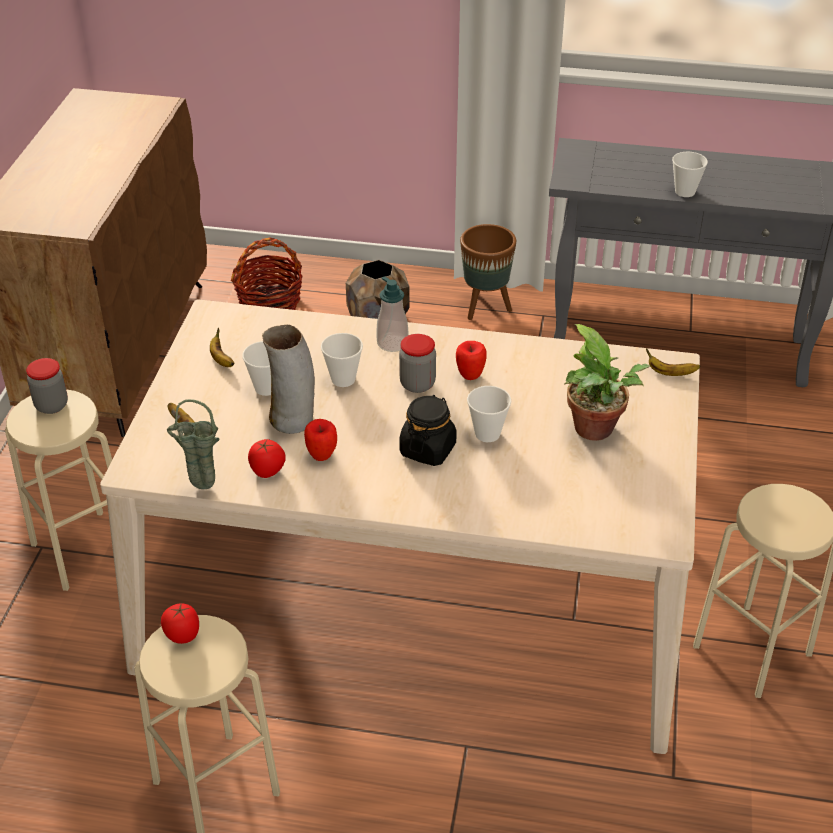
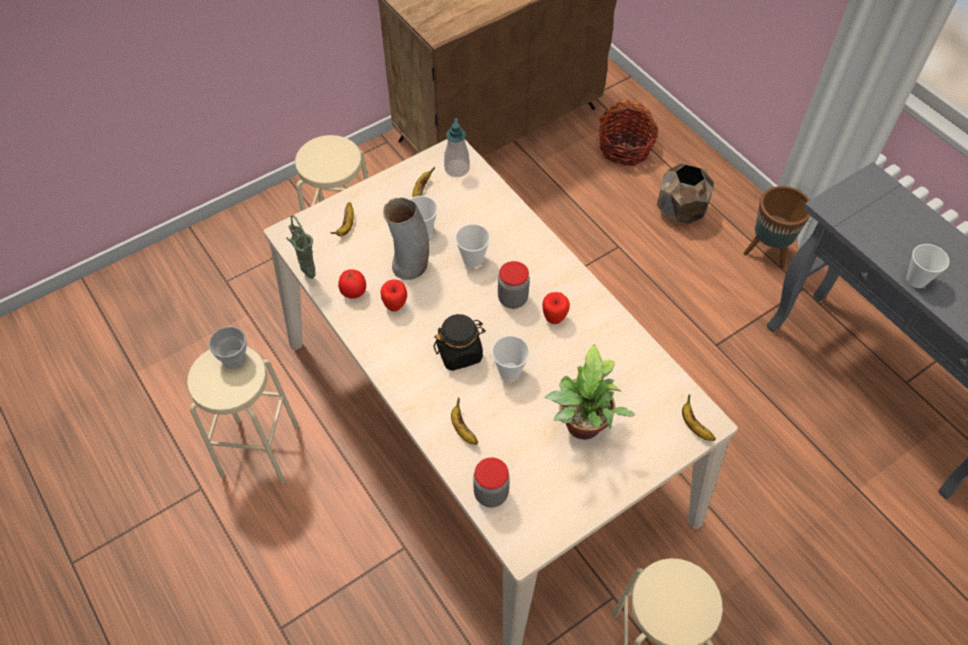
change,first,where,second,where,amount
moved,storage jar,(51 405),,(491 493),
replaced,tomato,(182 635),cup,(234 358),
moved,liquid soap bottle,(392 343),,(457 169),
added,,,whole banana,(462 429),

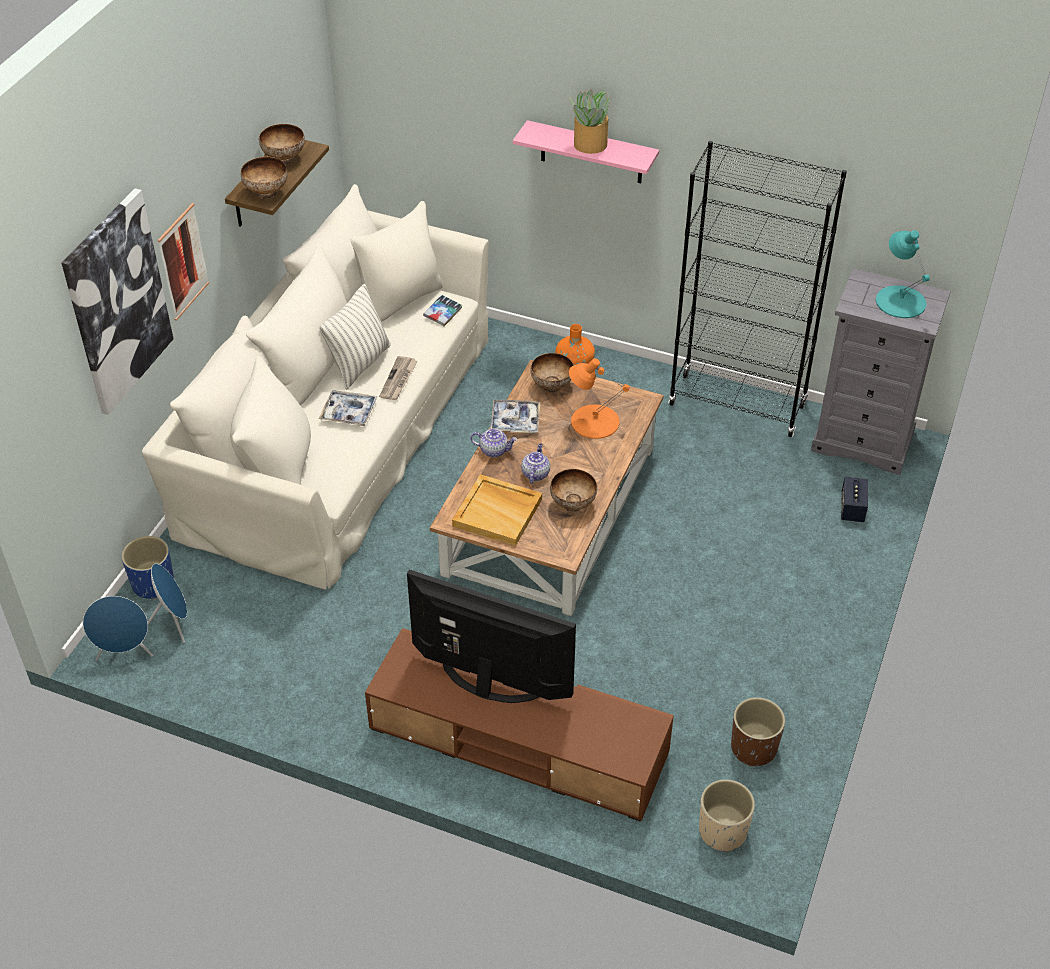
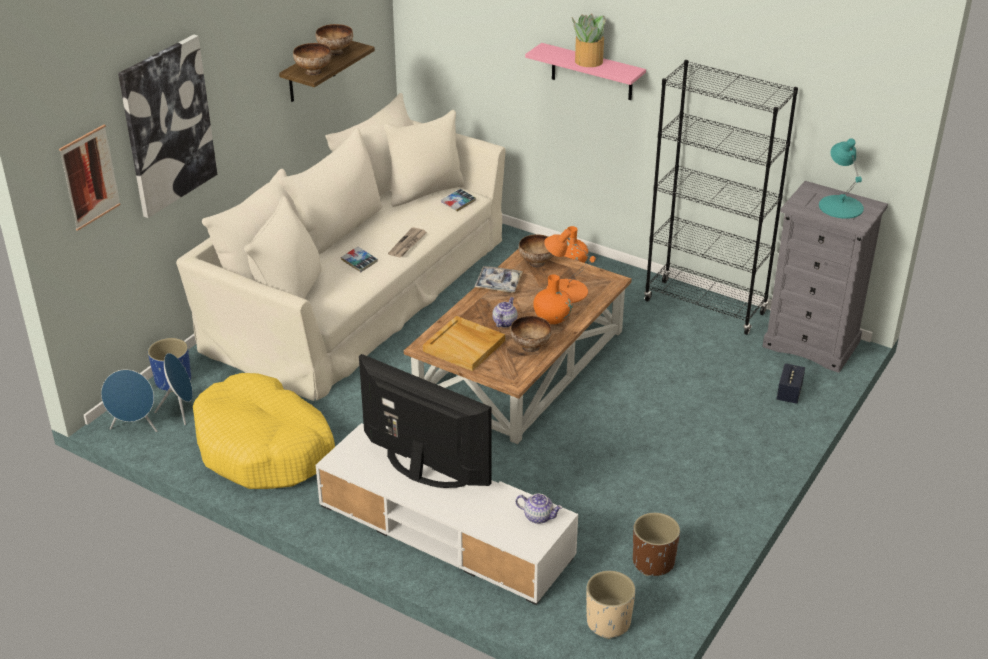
change,first,where,second,where,amount
moved,wall picture,(183 262),,(90 177),
replaced,carrying tray,(349 412),bound book,(359 262),
removed,pillow,(359 363),,,
recoloured,tv stand (brown-coloured),(518 741),tv stand (white-coloured),(445 530),
moved,tea pot,(494 450),,(539 516),
added,,,pet bed (yellow-coloured),(264 448),
added,,,vase (orangey),(552 318),

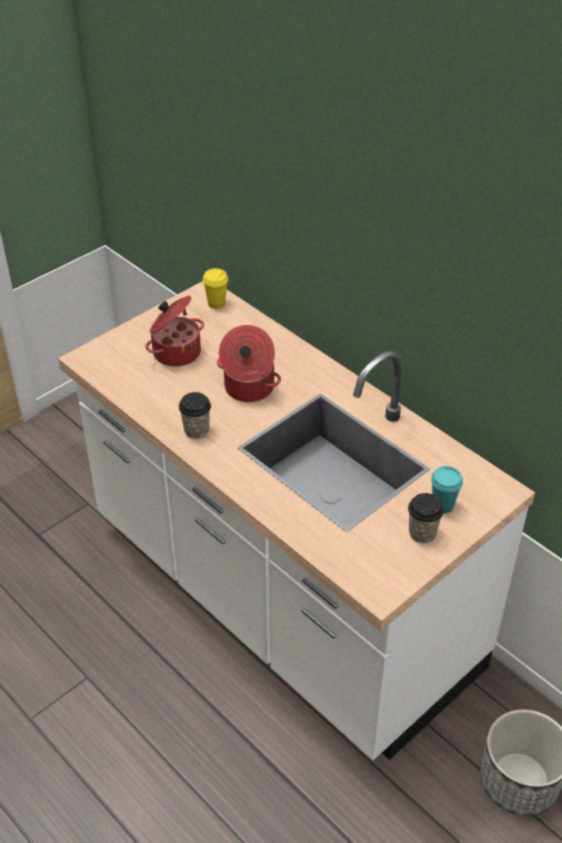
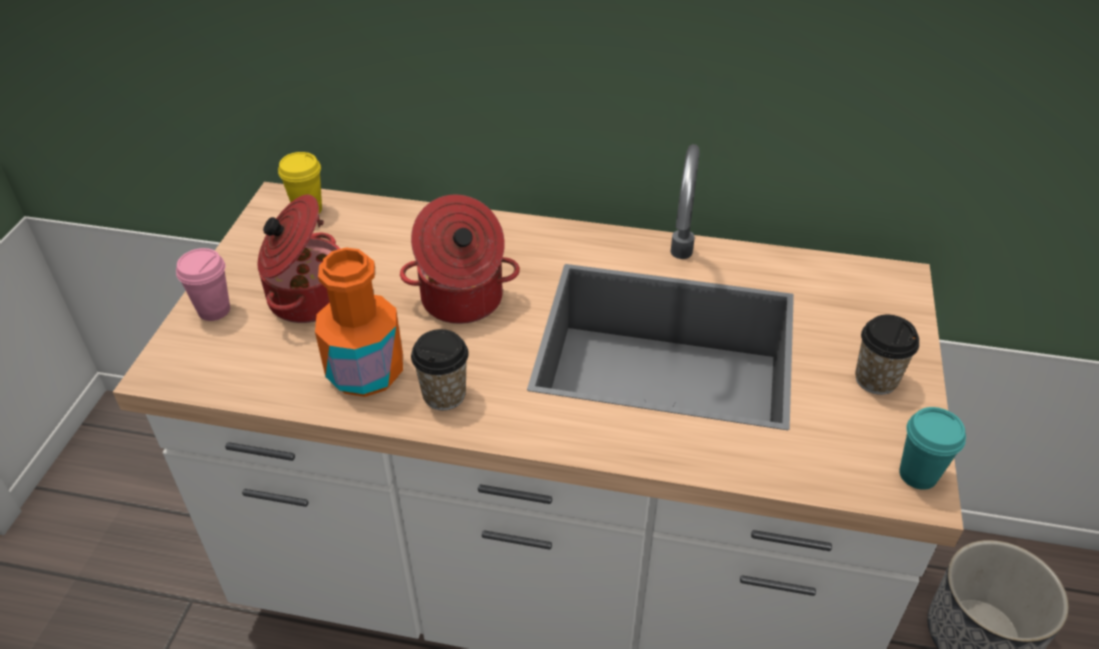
change,first,where,second,where,amount
moved,cup (turquoise-coloured),(443 505),,(918 474),
added,,,cup (pink),(214 310),
added,,,bottle (orangey),(365 371),

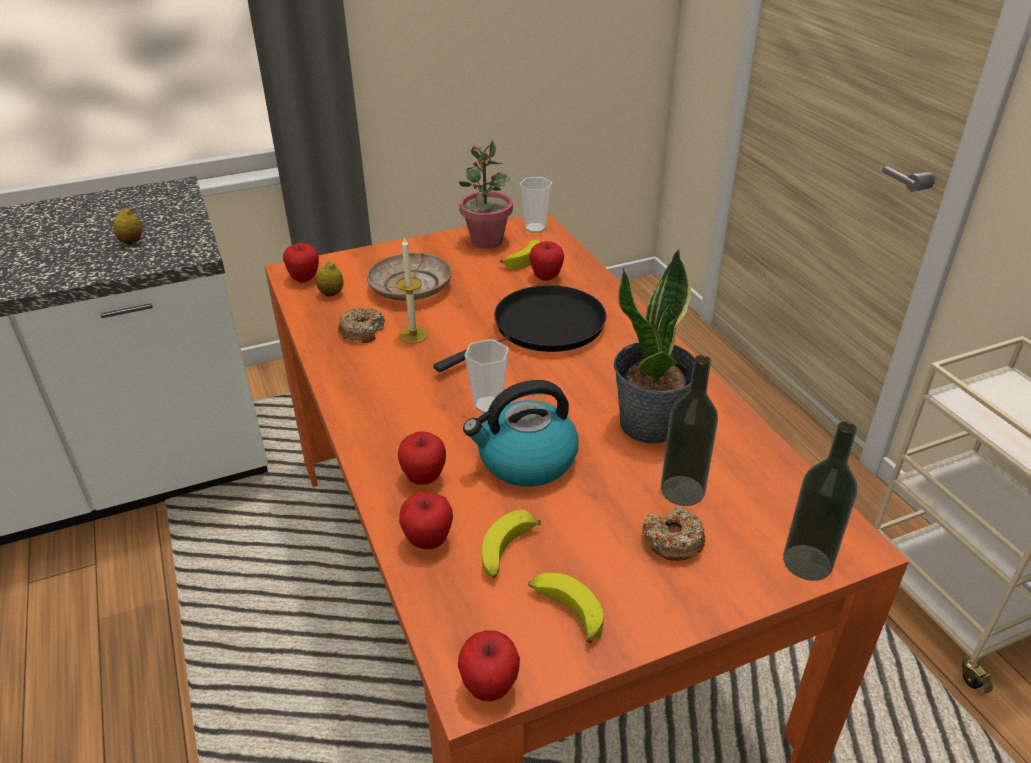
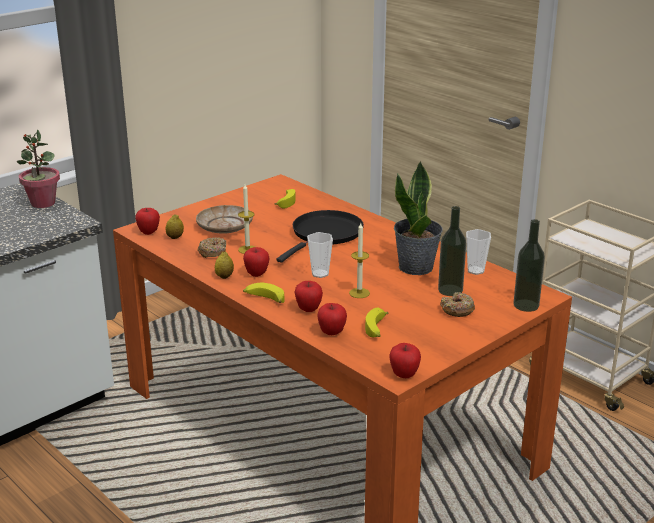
change,first,where,second,where,amount
moved,citrus fruit,(131 242),,(224 276),
moved,plant in a pot,(486 241),,(43 203),
replaced,kettle,(525 460),candle,(359 293),
moved,cup,(535 228),,(475 270),
moved,whole banana,(565 611),,(264 299),
moved,whole apple,(546 277),,(257 274),

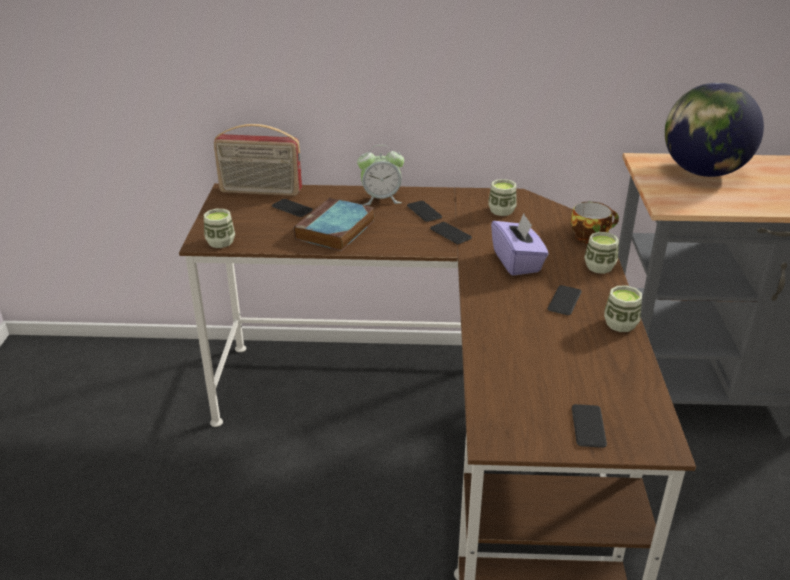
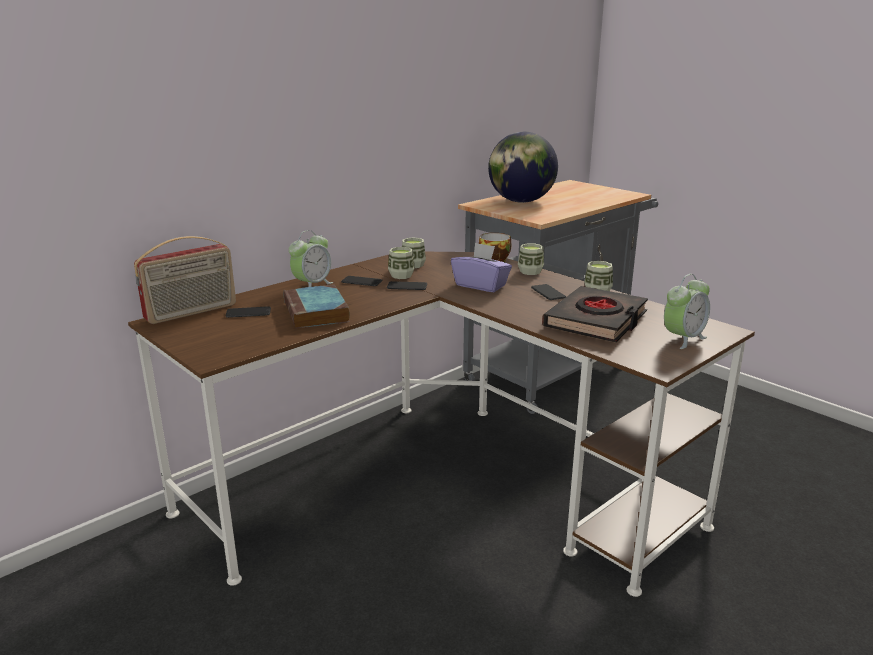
change,first,where,second,where,amount
moved,cup,(220 242),,(401 275),
replaced,telephone,(588 426),alarm clock,(683 339),
added,,,bound book (black),(596 321),

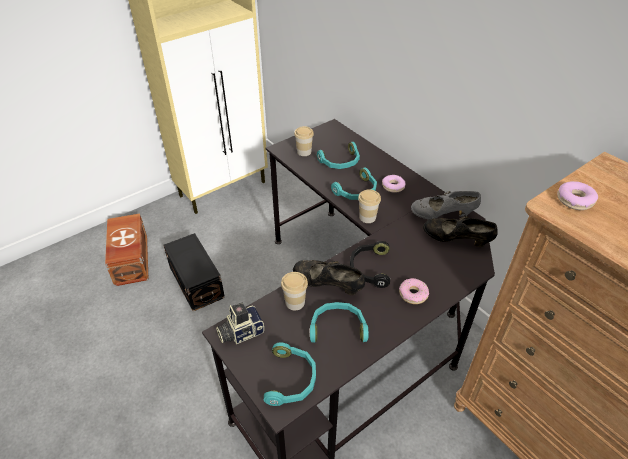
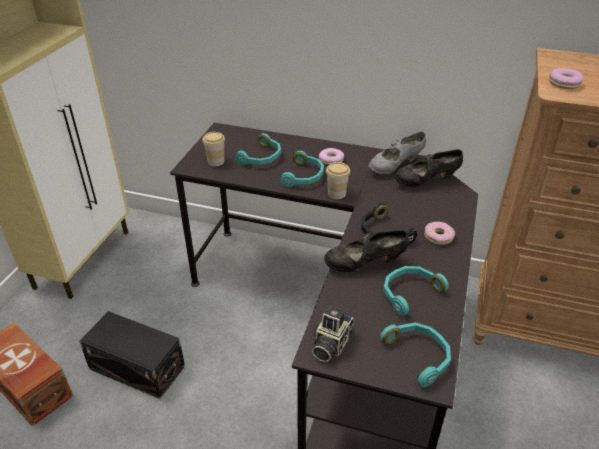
change,first,where,second,where,amount
removed,cup,(295 302),,,

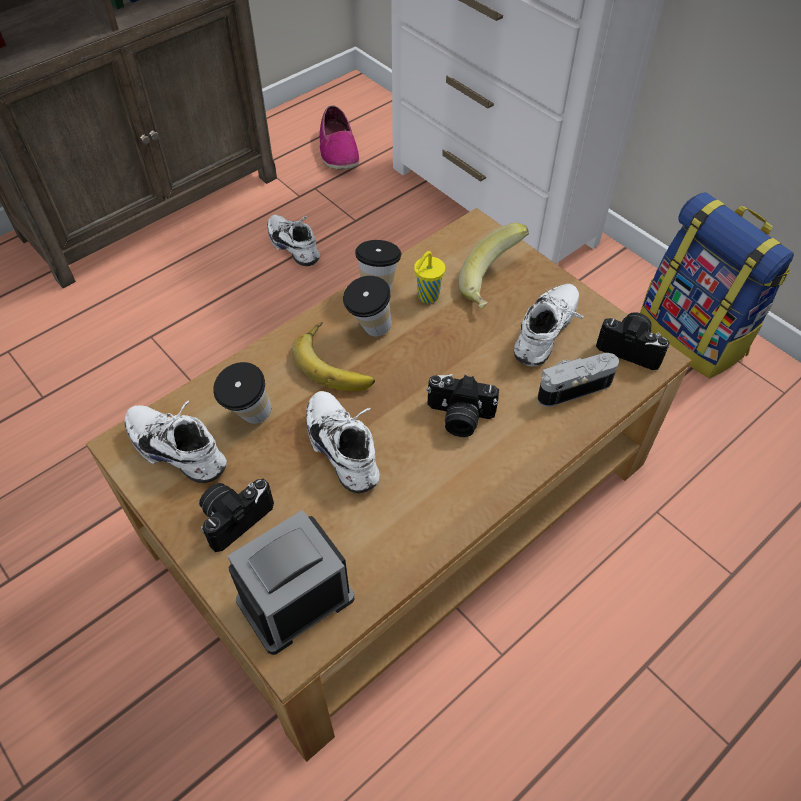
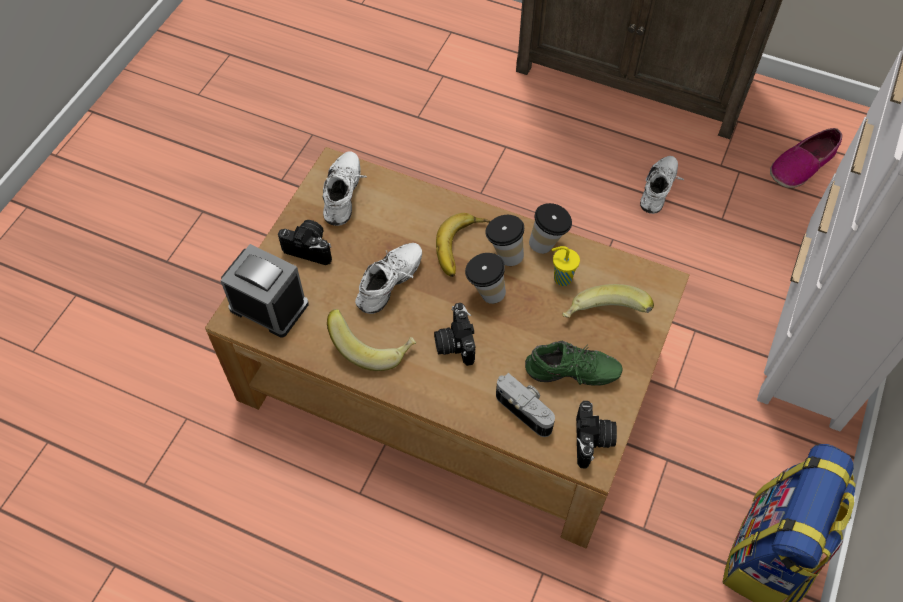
change,first,where,second,where,amount
moved,cup,(249 419),,(485 293),
recoloured,item of footwear (white-coloured),(548 335),item of footwear (greenish),(571 375),
added,,,whole banana,(373 346),

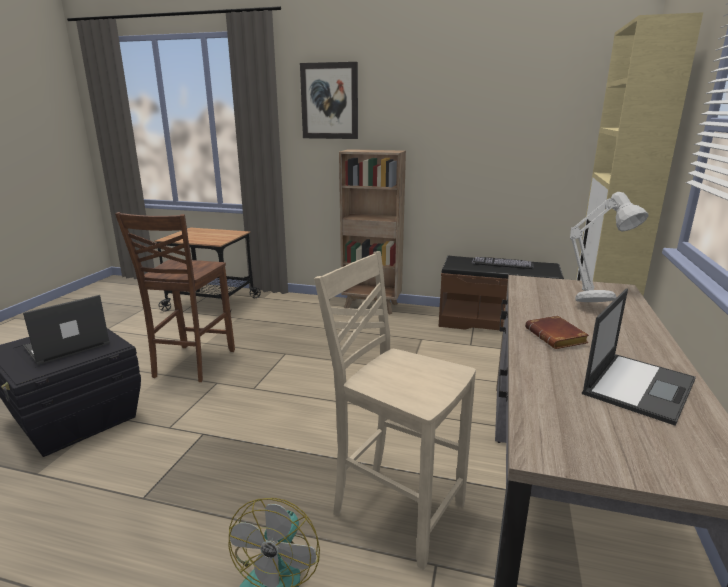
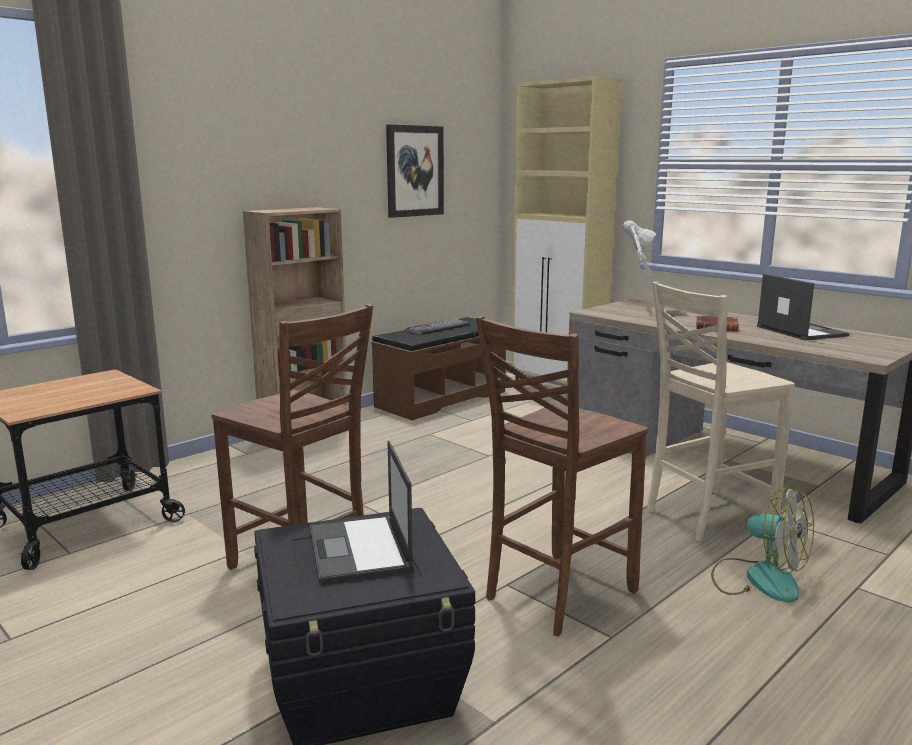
change,first,where,second,where,amount
moved,wall picture,(329 101),,(414 171),
added,,,plain chair (brown-coloured),(556 594),

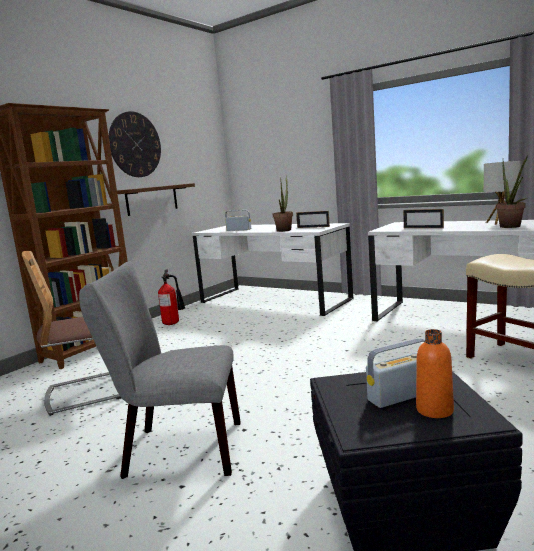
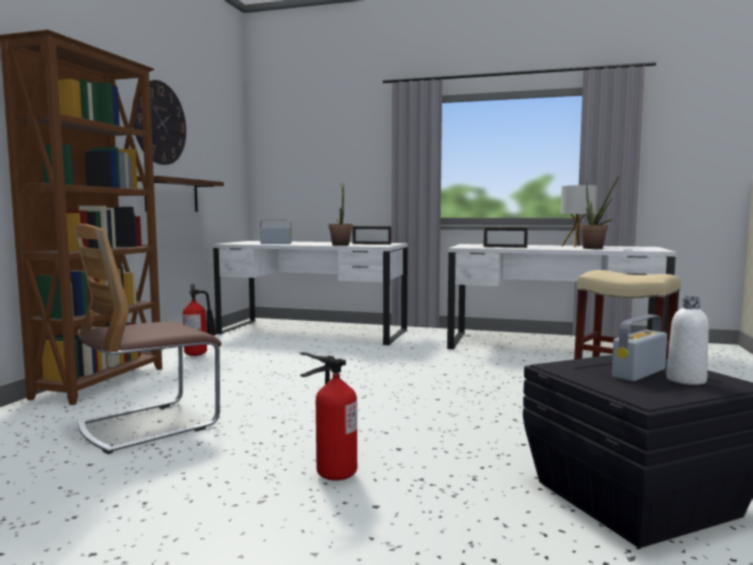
change,first,where,second,where,amount
replaced,plain chair (grey),(176 450),extinguisher,(332 474),
recoloured,bottle (orangey),(434 410),bottle (white-coloured),(686 380),

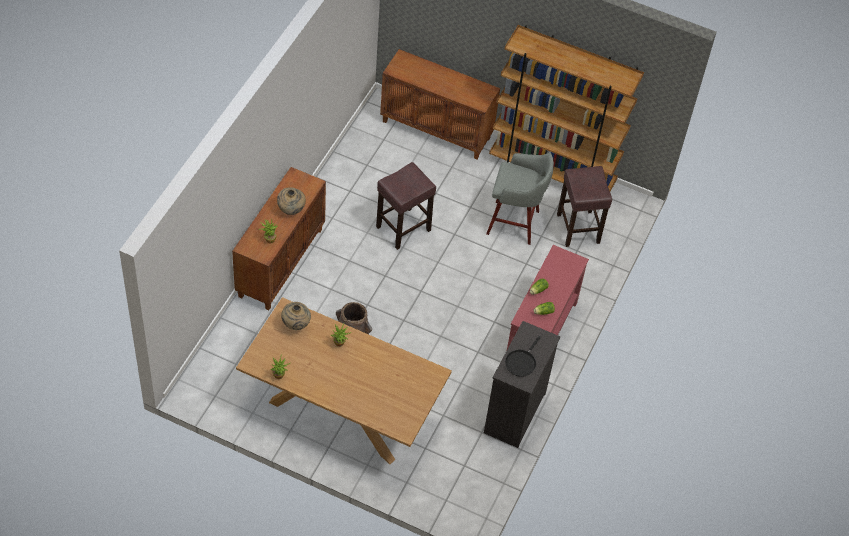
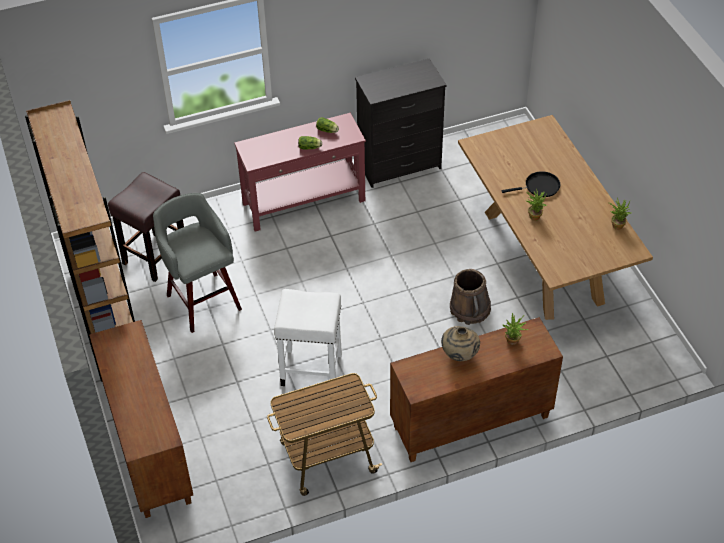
change,first,where,second,where,amount
removed,vase (beige),(296 324),,,
recoloured,stool (brown-coloured),(402 229),stool (white-coloured),(312 369),
moved,pan (black),(521 362),,(539 187),
added,,,wheeled cart,(326 458),

